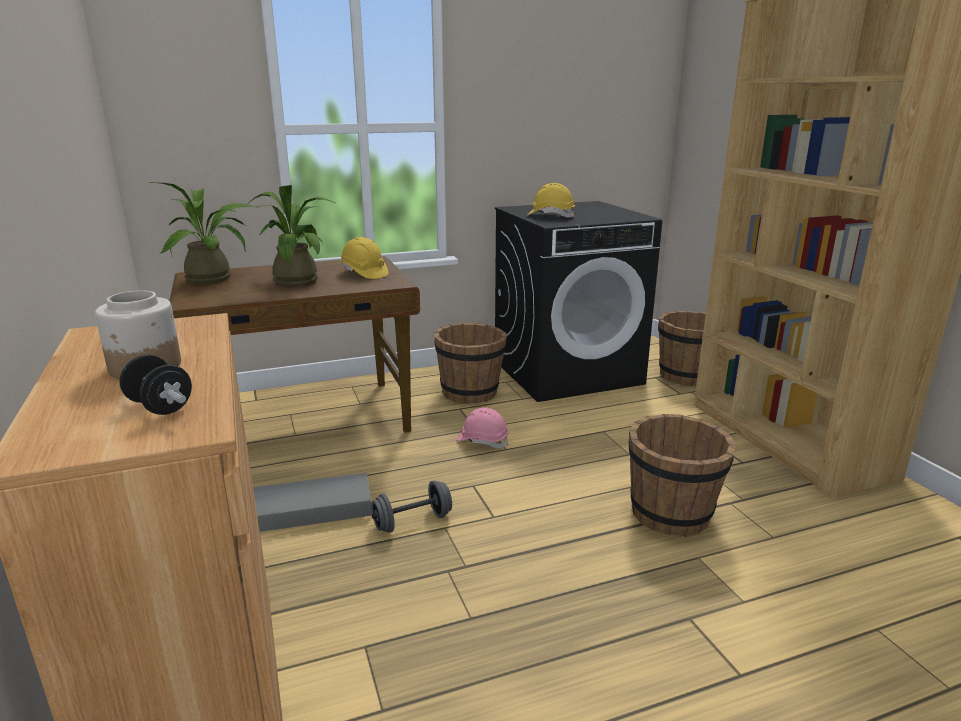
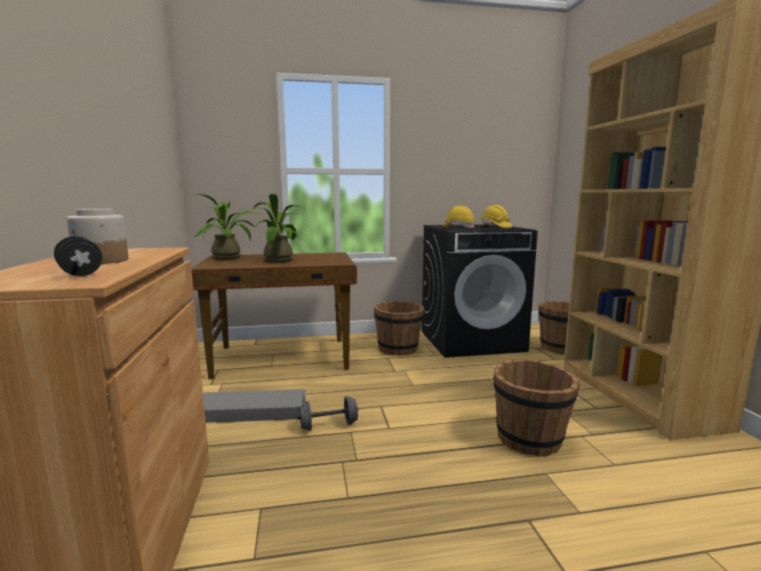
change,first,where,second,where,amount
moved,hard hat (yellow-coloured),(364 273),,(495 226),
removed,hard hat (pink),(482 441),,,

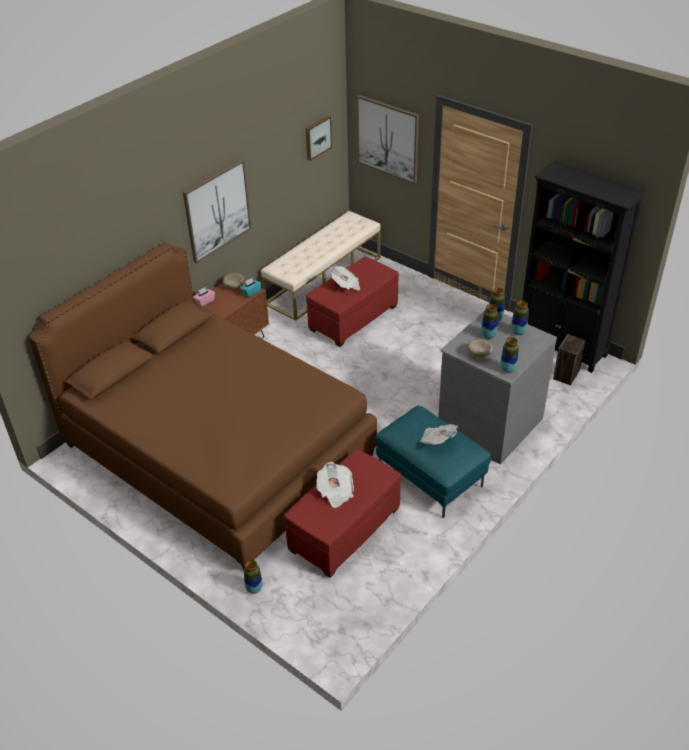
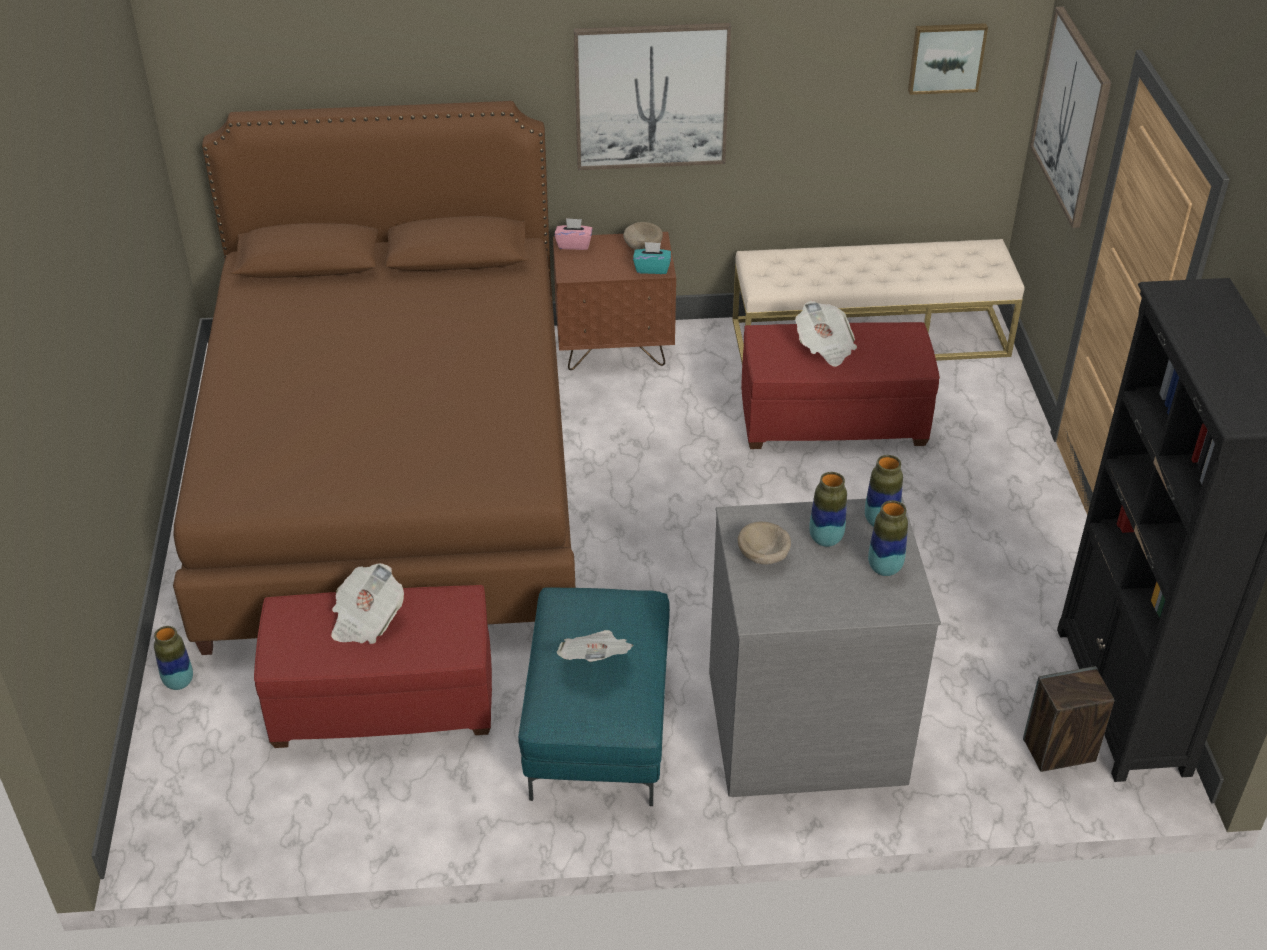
change,first,where,second,where,amount
removed,vase,(508 369),,,

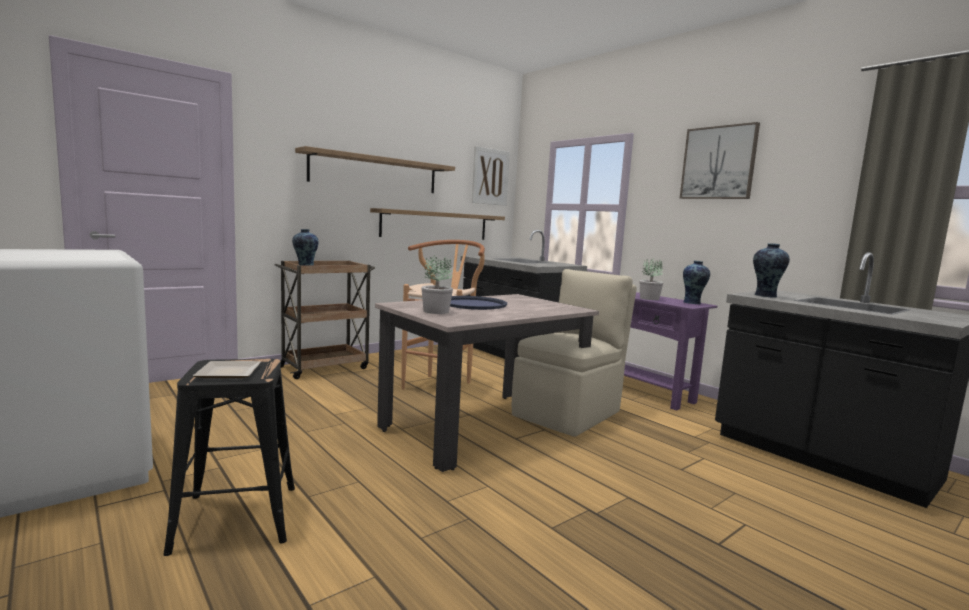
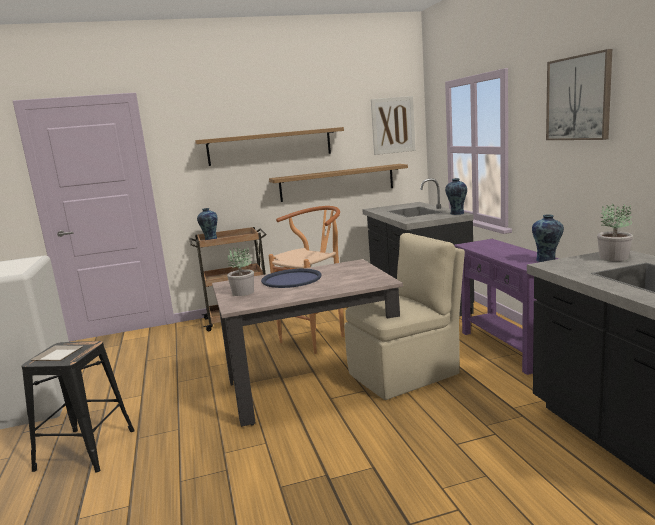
change,first,where,second,where,amount
moved,plant in a pot,(649 298),,(614 258),
moved,vase,(765 296),,(456 213),

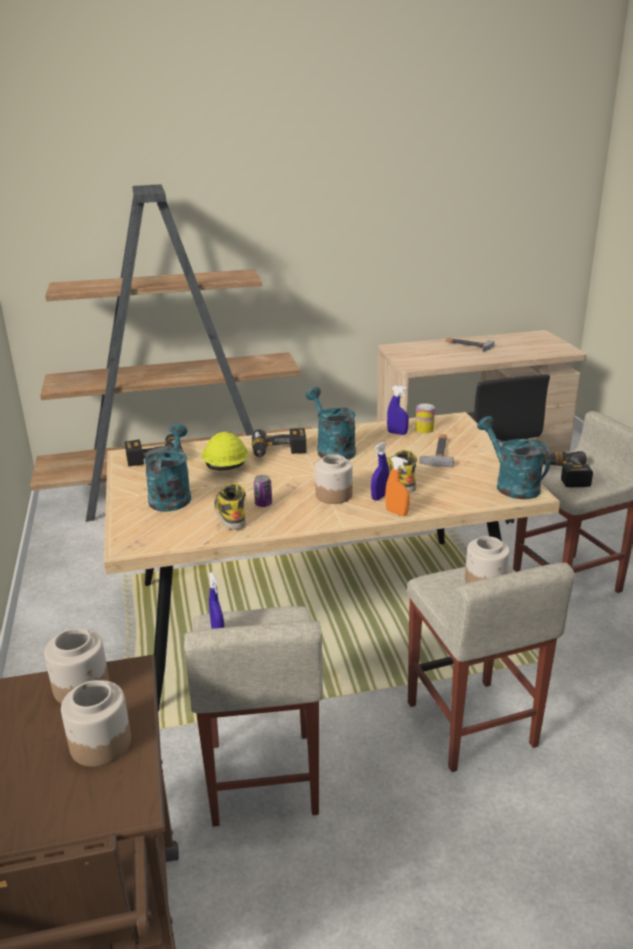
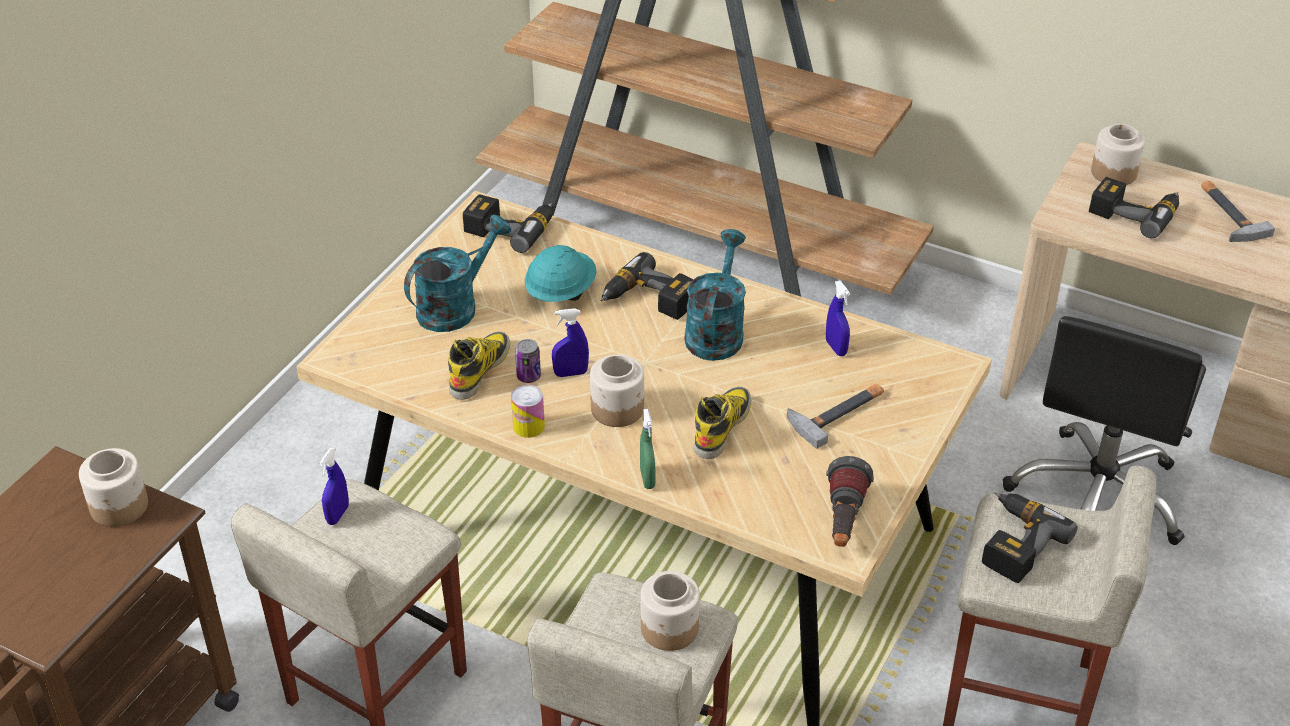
change,first,where,second,where,amount
moved,storage jar,(100 743),,(1113 172),
recoloured,hard hat (yellow-coloured),(225 467),hard hat (turquoise-coloured),(560 292),
moved,spray bottle (blue),(379 497),,(571 373),
recoloured,spray bottle (orangey),(396 513),spray bottle (greenish),(647 478),
moved,metal can,(424 429),,(528 426),
replaced,sprinkling can (turquoise-coloured),(511 485),hand torch,(843 521),
added,,,power drill,(1134 212),

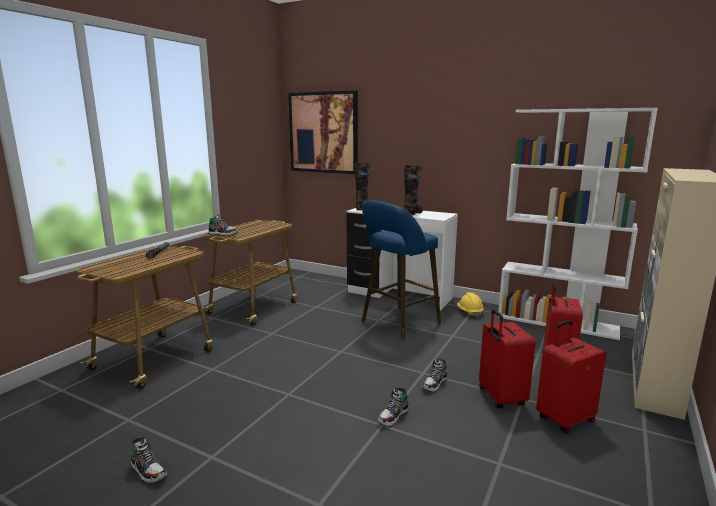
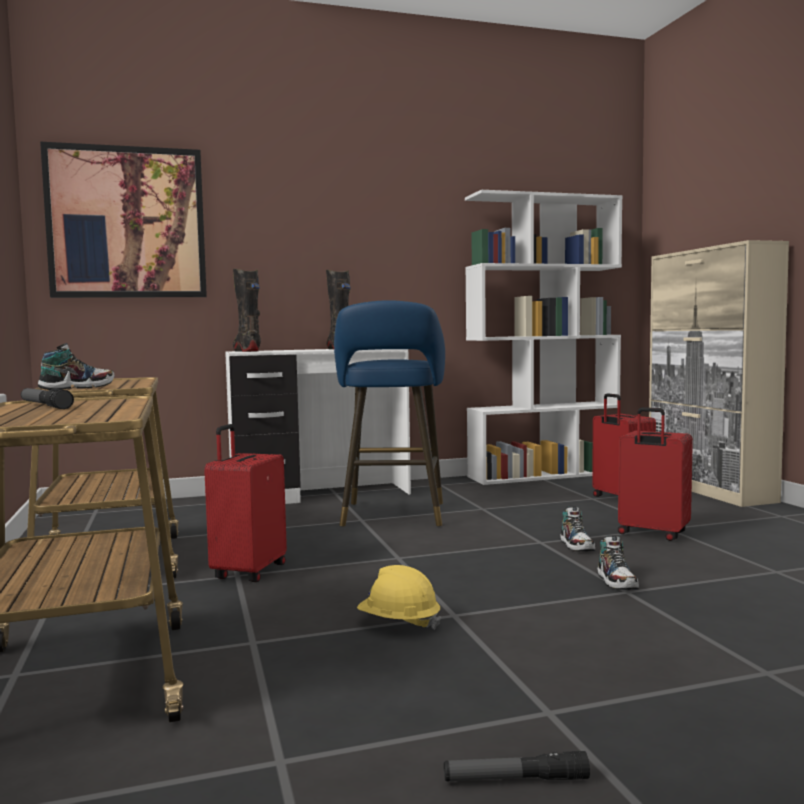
change,first,where,second,where,amount
replaced,item of footwear,(149 471),hand torch,(515 779),
moved,hard hat (yellow-coloured),(469 312),,(399 623),
moved,suitcase (red-coloured),(564 419),,(248 572),

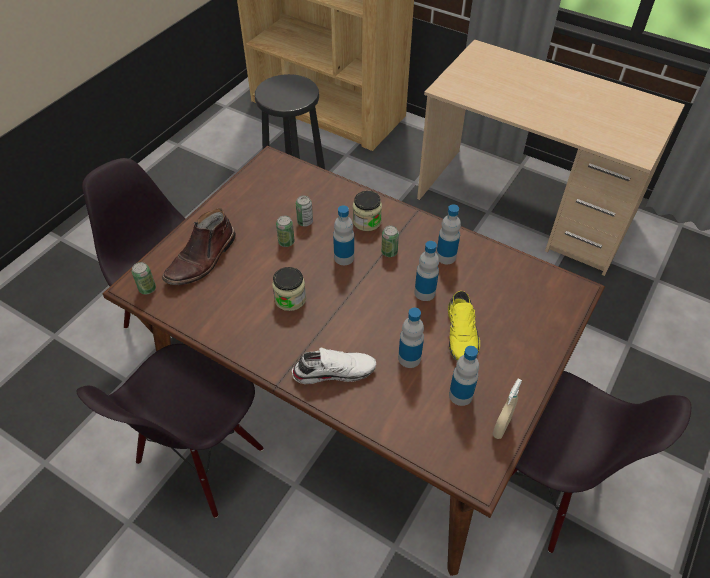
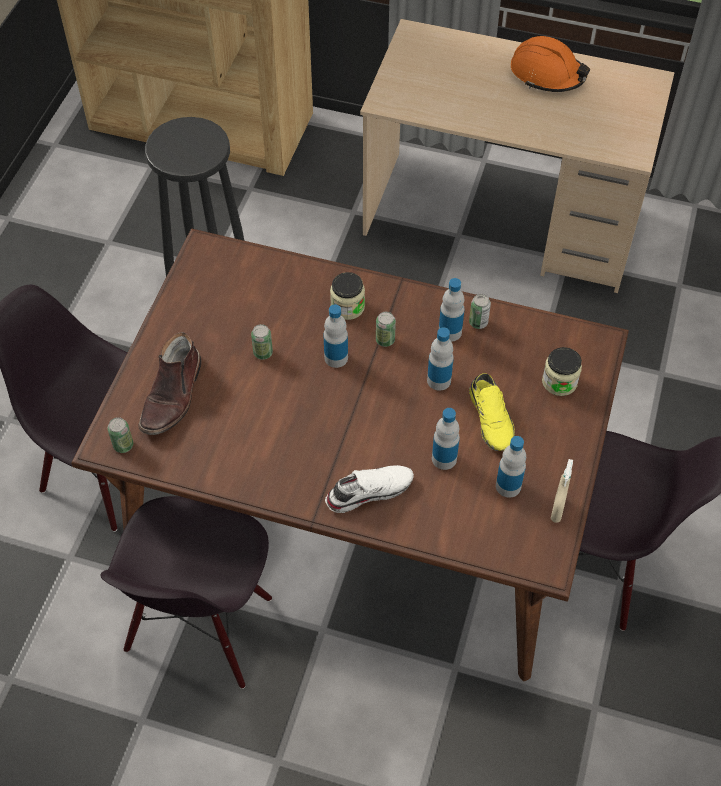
change,first,where,second,where,amount
moved,storage jar,(290 299),,(559 382),
moved,metal can,(305 222),,(478 322),
added,,,hard hat (orangey),(547 74),

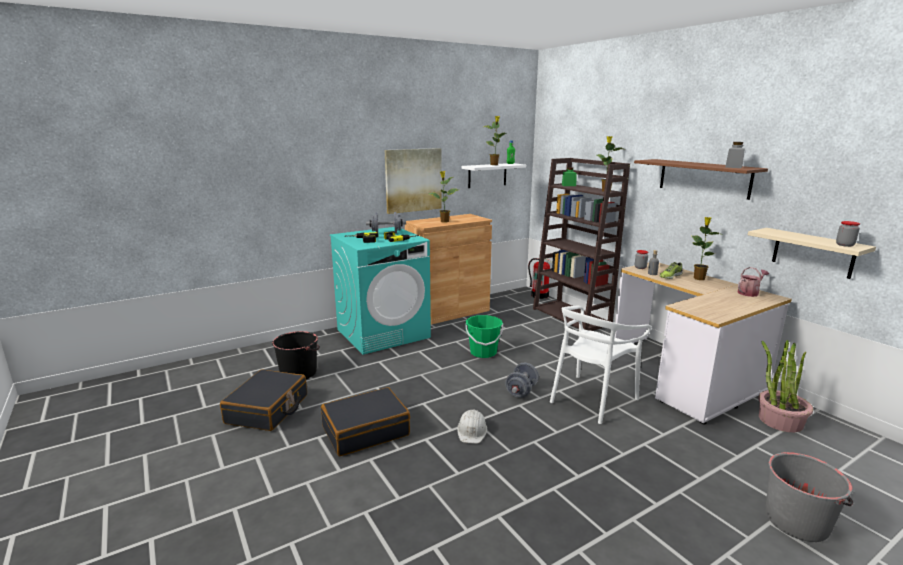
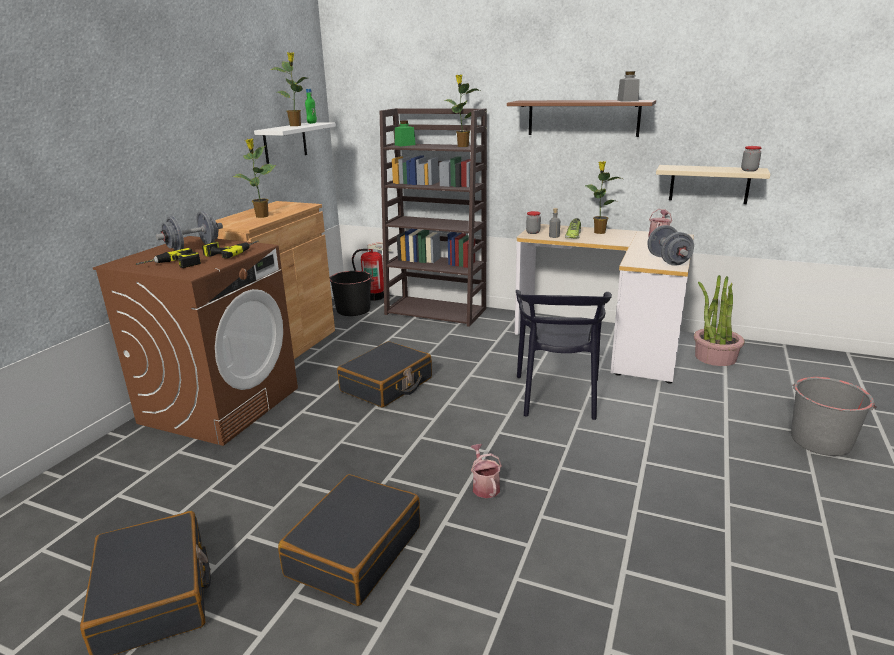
change,first,where,second,where,amount
moved,bucket (black),(299 372),,(353 310),
recoloured,laundry machine (turquoise-coloured),(383 333),laundry machine (brown-coloured),(221 405),
removed,wall picture,(413 180),,,
replaced,hard hat (white-coloured),(472 431),sprinkling can,(484 486),
replaced,bucket (greenish),(483 352),suitcase (black),(387 385),
moved,dumbbell (grey),(521 391),,(668 260),
recoloured,plain chair (white-coloured),(592 399),plain chair (black),(558 396),

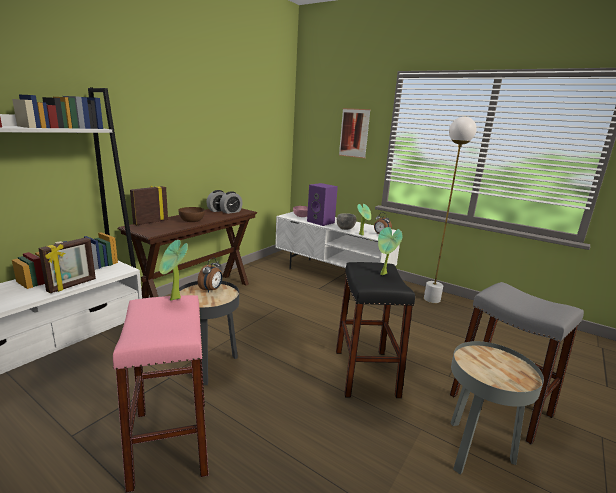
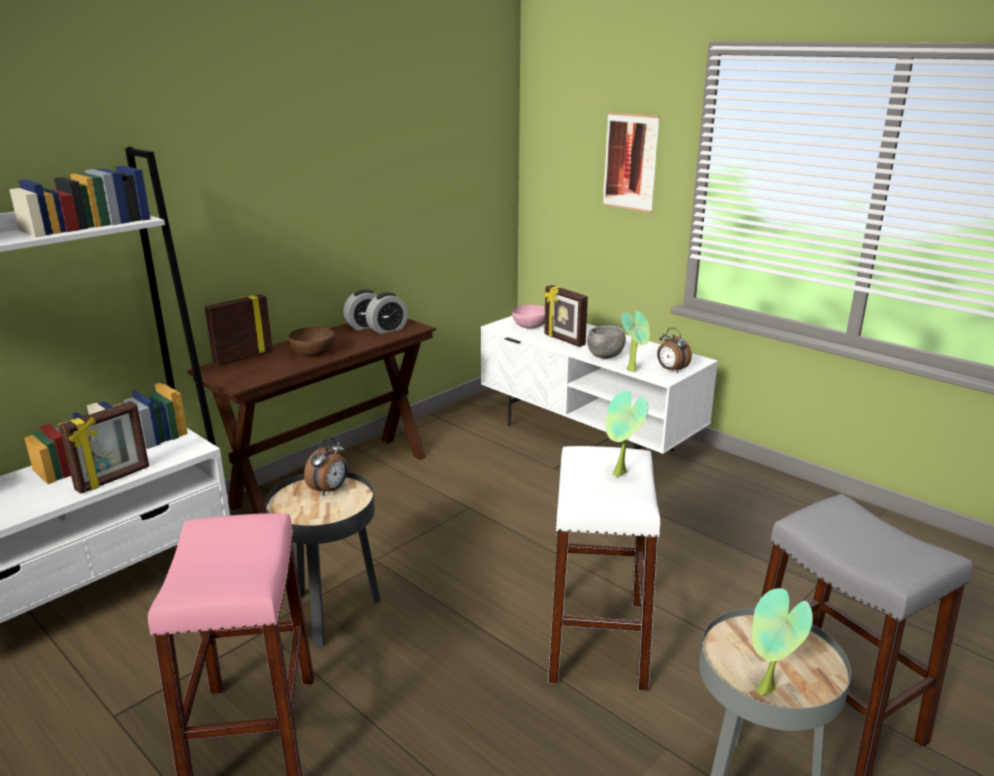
change,first,where,second,where,amount
moved,plant in a pot,(174 299),,(766 693),
replaced,audio speaker (purple),(321 222),photo frame,(563 340),
recoloured,stool (black),(365 373),stool (white-coloured),(597 640),
removed,standard lamp (white-coloured),(432 299),,,

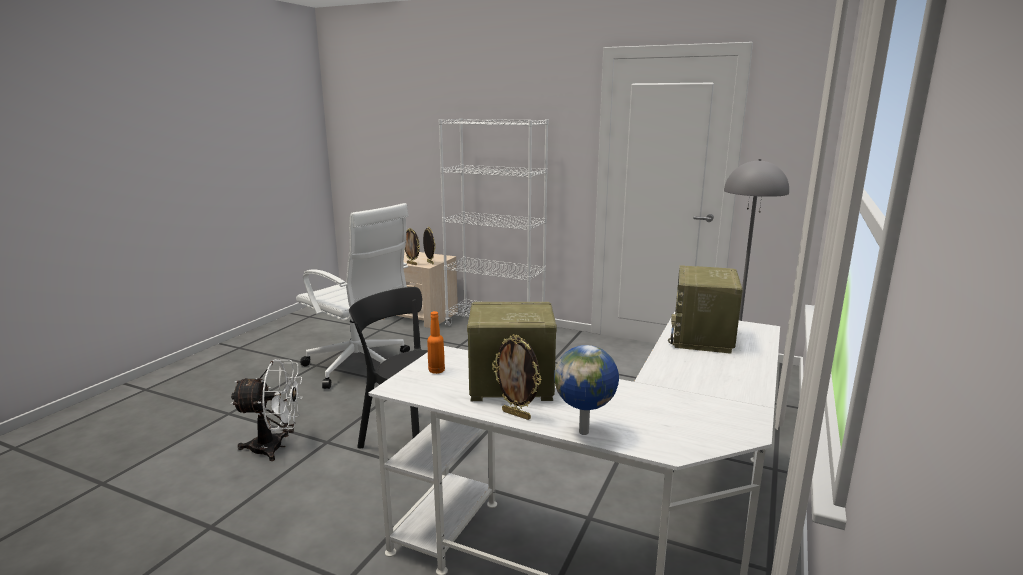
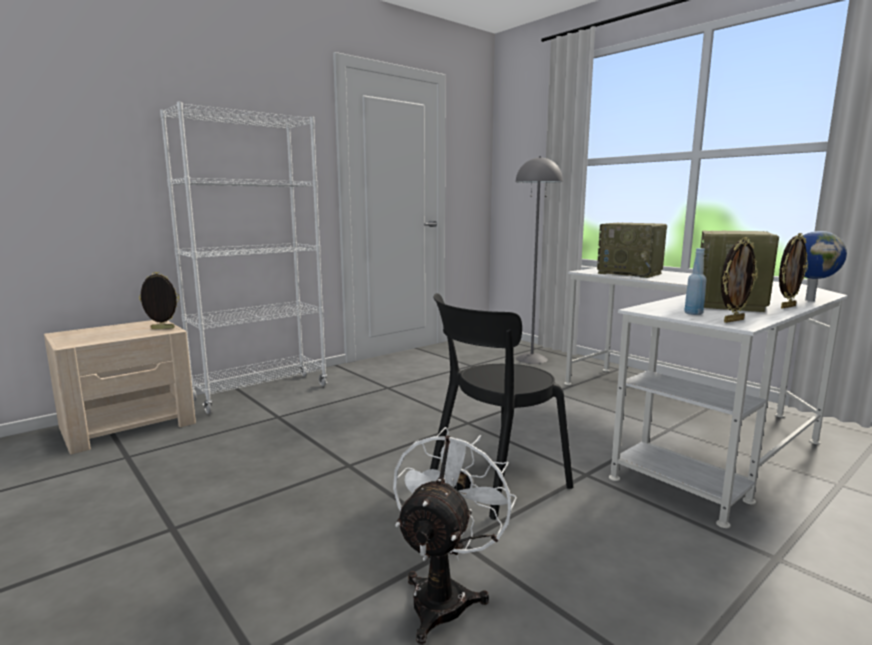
change,first,where,second,where,amount
removed,computer chair (white-coloured),(360 366),,,
moved,photo frame,(412 264),,(733 320),
recoloured,bottle (orangey),(436 371),bottle (blue),(693 313),

